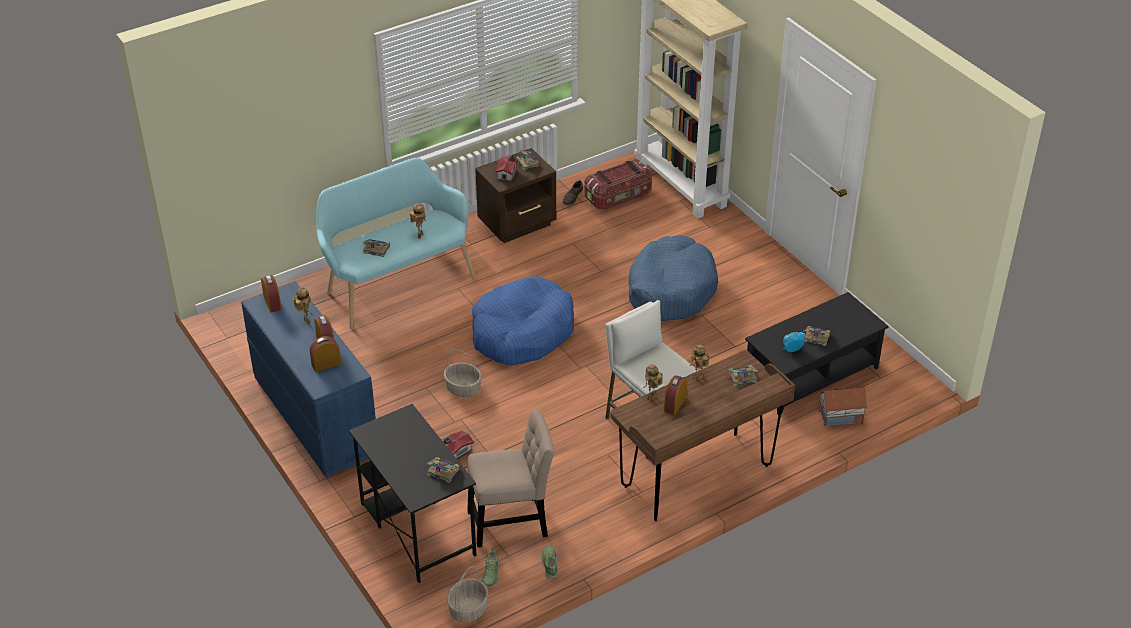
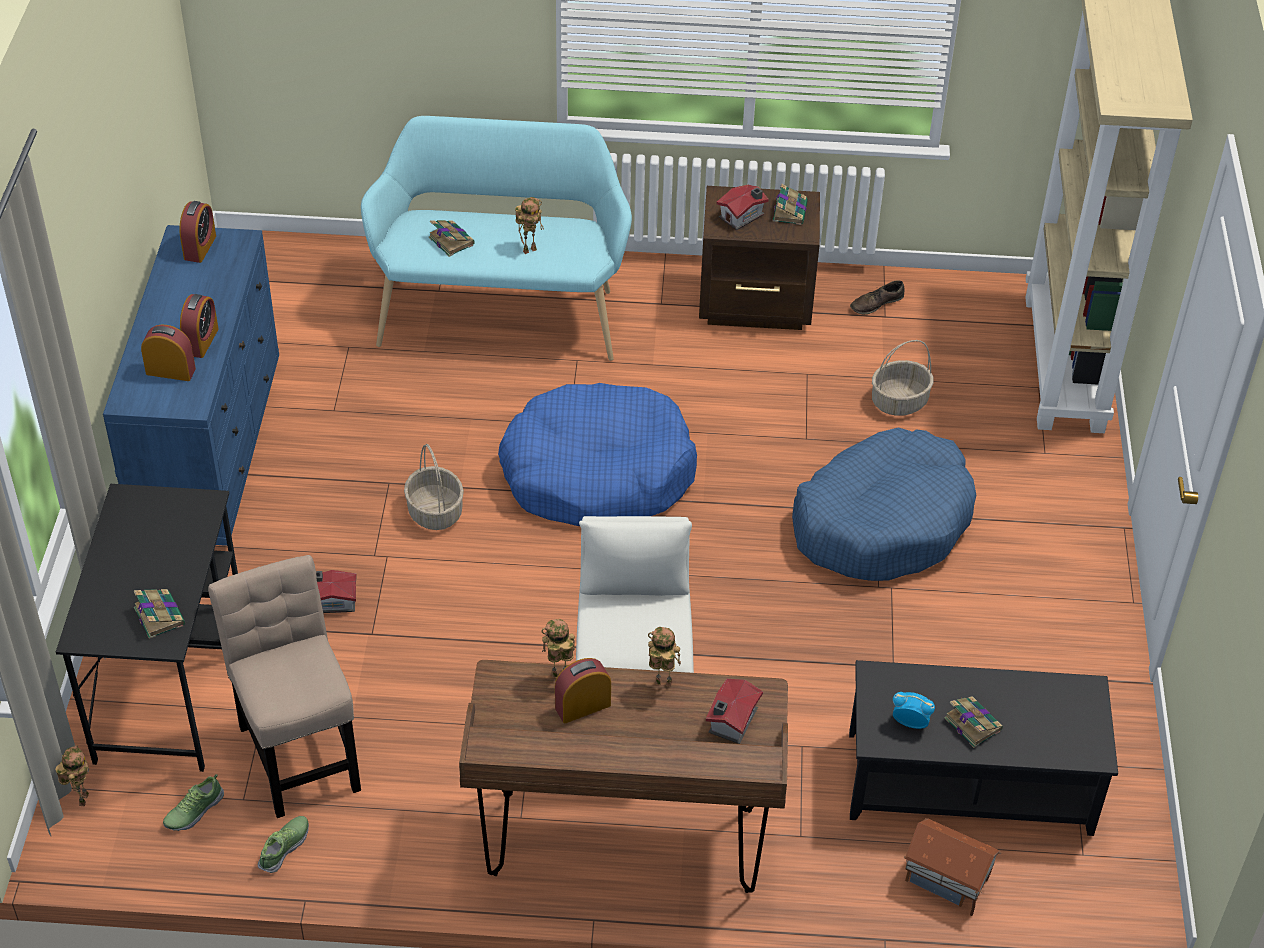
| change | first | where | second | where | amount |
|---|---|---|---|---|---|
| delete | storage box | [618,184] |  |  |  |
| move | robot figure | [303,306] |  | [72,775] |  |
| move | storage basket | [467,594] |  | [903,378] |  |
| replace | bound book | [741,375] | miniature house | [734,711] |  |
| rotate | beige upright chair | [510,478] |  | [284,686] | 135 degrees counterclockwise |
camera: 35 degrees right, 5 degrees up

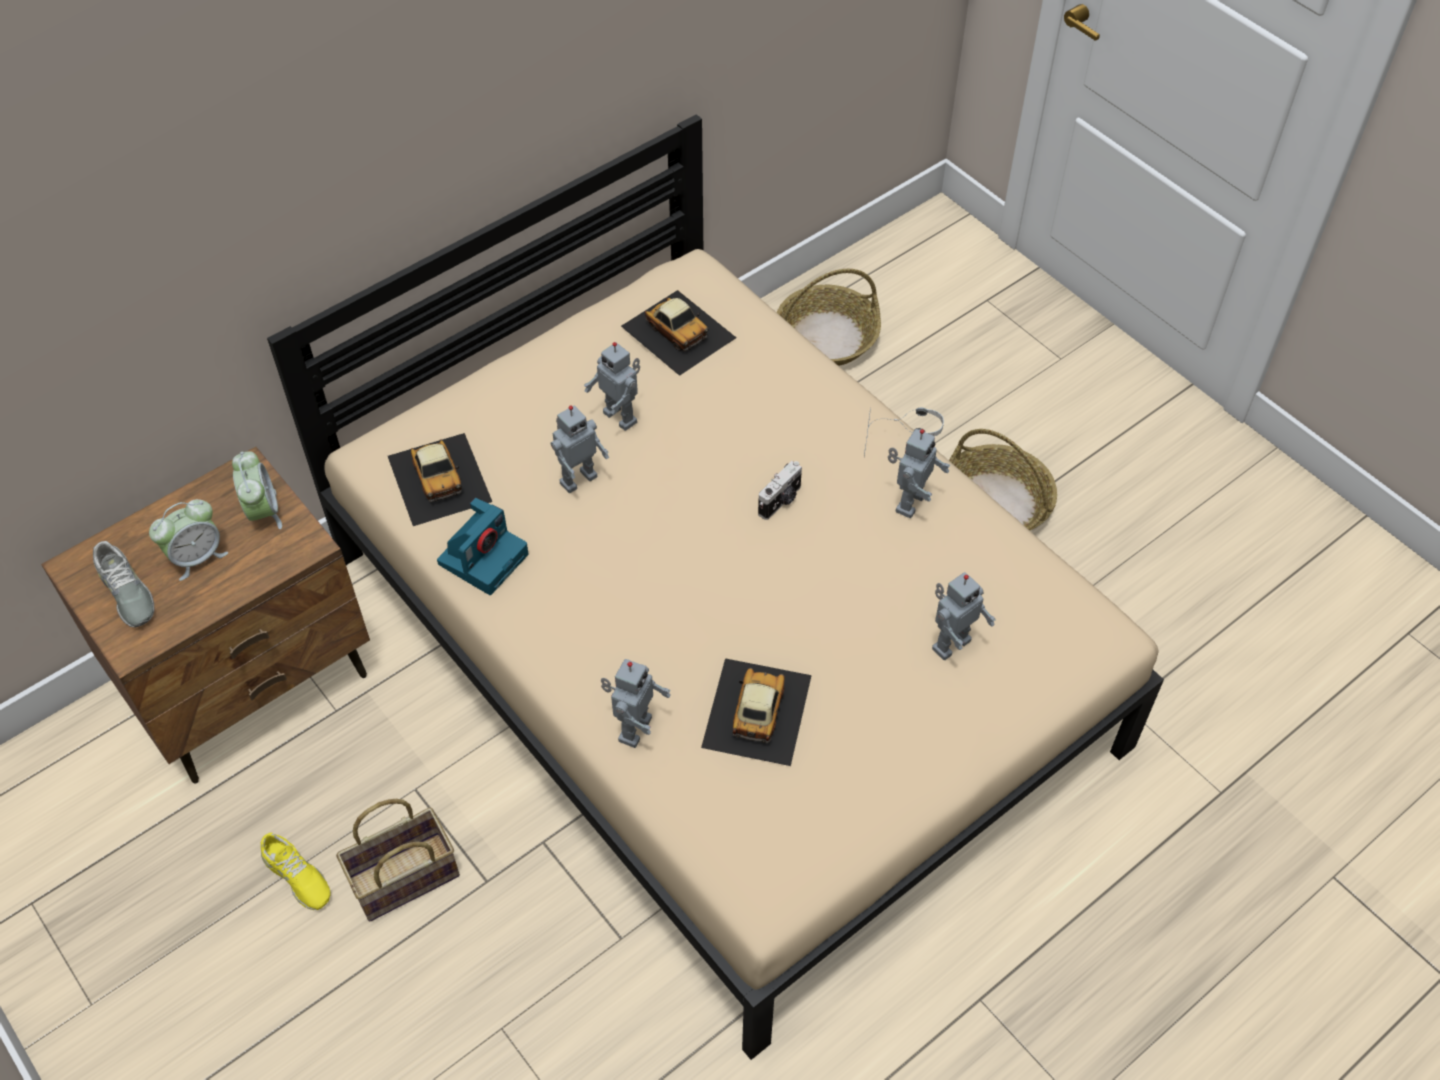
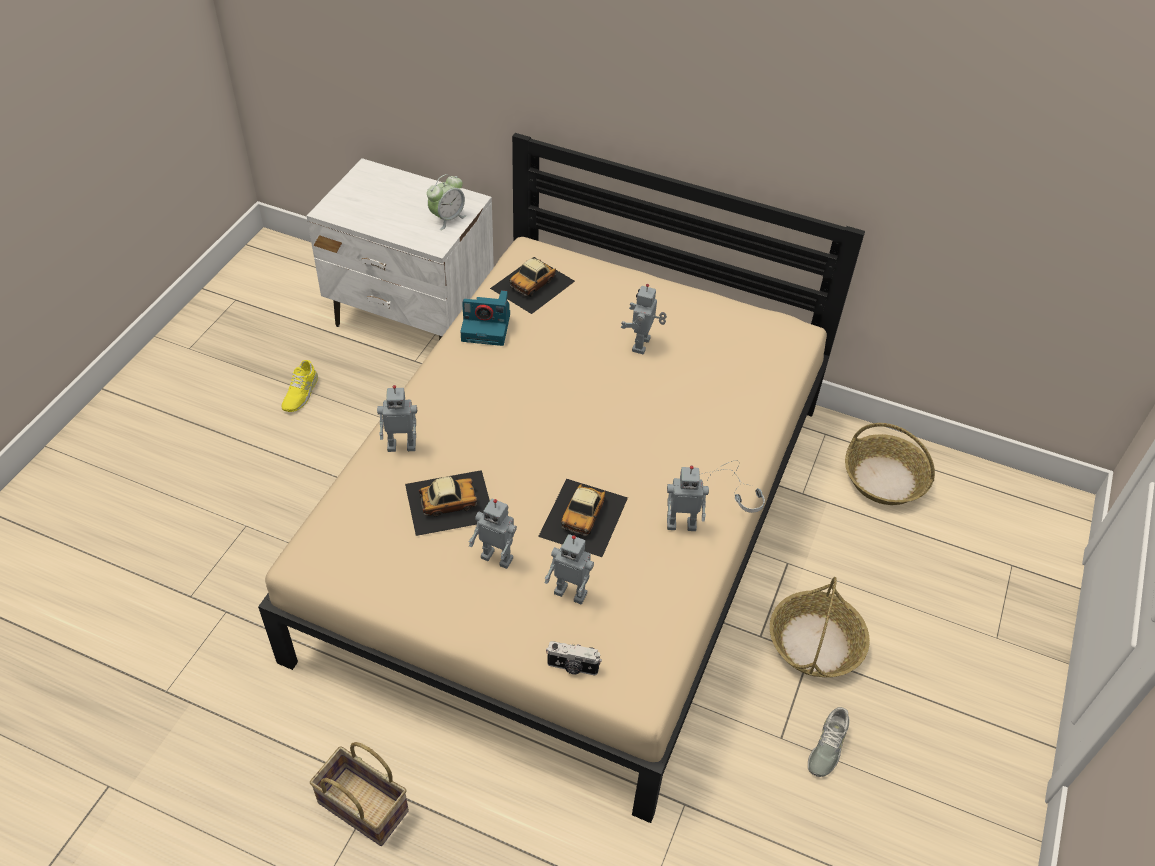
| change | first | where | second | where | amount |
|---|---|---|---|---|---|
| delete | alarm clock | [188,540] |  |  |  |
| move | grey item of footwear | [123,584] |  | [829,742] |  |
| move | storage basket | [398,860] |  | [359,794] |  |
| move | robot figure | [580,449] |  | [493,534] |  |
| move | toy car | [678,333] |  | [583,518] |  |
| move | still camera | [780,490] |  | [574,658] |  |
| recolor | brown nightstand | [205,615] | white nightstand | [400,249] |  |
camera: 60 degrees right, 5 degrees down

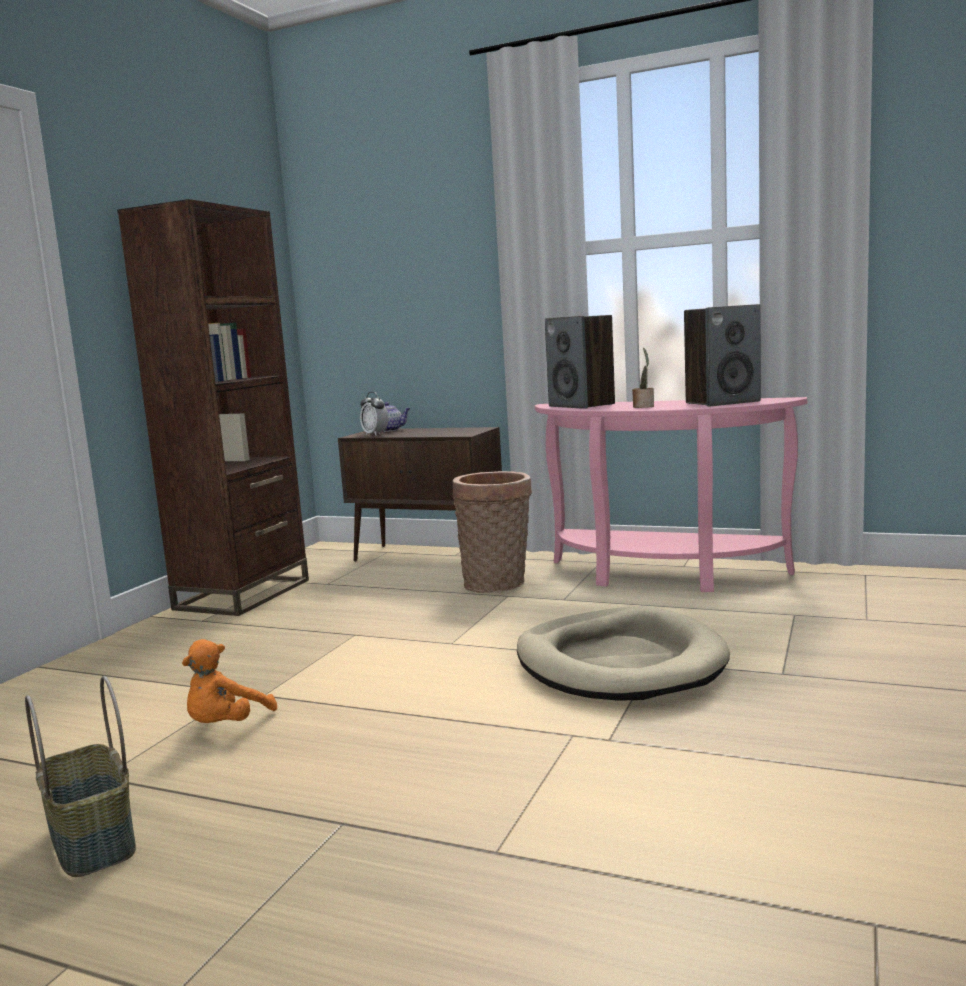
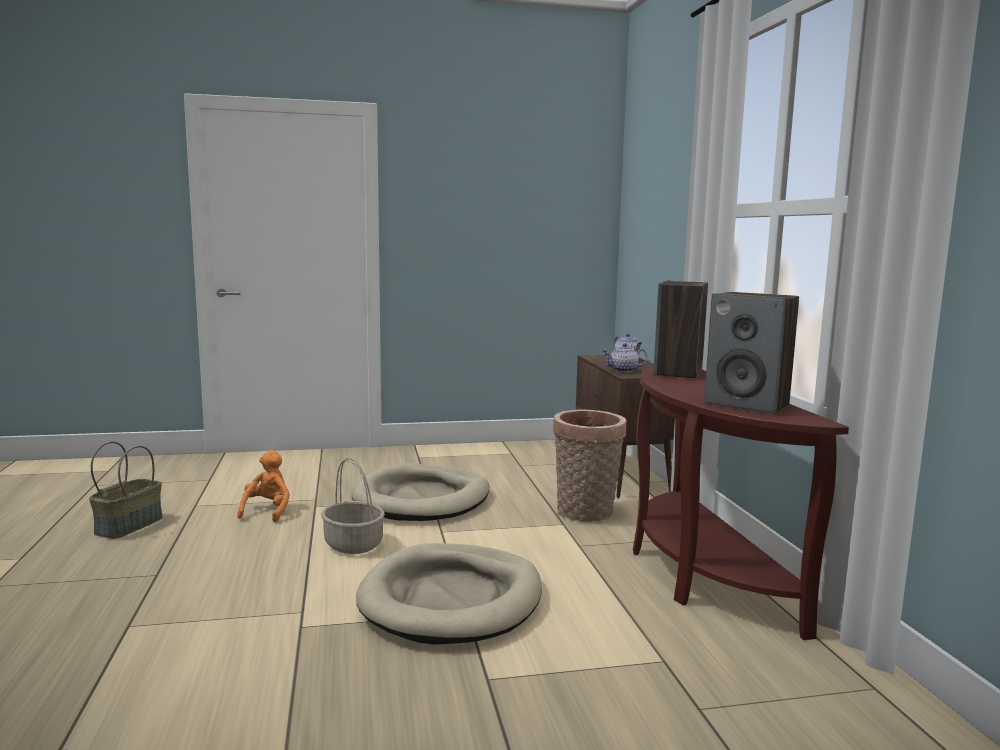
| change | first | where | second | where | amount |
|---|---|---|---|---|---|
| delete | brown bookcase | [213,407] |  |  |  |
| delete | alarm clock | [374,414] |  |  |  |
| delete | potted plant | [643,378] |  |  |  |
| insert |  |  | storage basket | [353,506] |  |
| insert |  |  | beige dog bed | [420,492] |  |
| insert |  |  | pot for tea | [624,357] |  |
| recolor | pink console table | [671,494] | brown console table | [741,503] |  |
| rotate | orange-coloured plush toy | [229,681] |  | [263,486] | 105 degrees clockwise |
camera: 55 degrees right, 0 degrees up

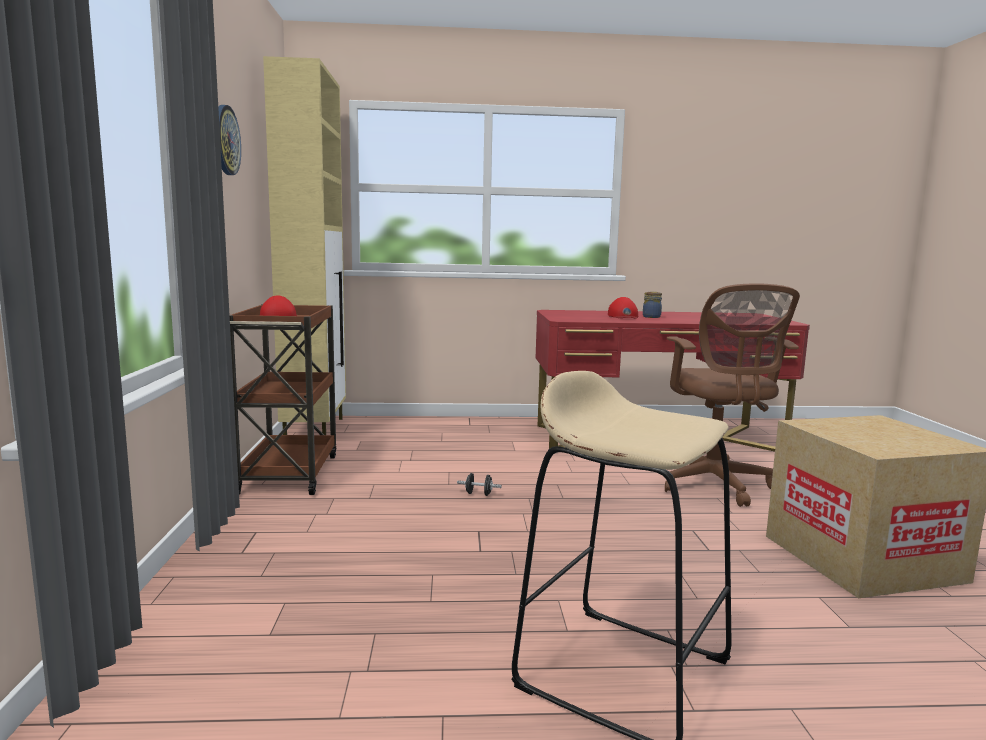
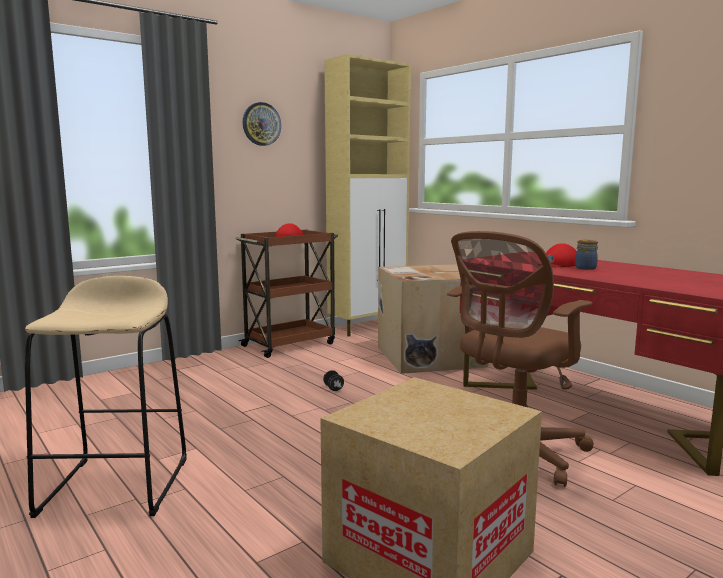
| change | first | where | second | where | amount |
|---|---|---|---|---|---|
| insert |  |  | packing box | [433,319] |  |
camera: 55 degrees right, 0 degrees up

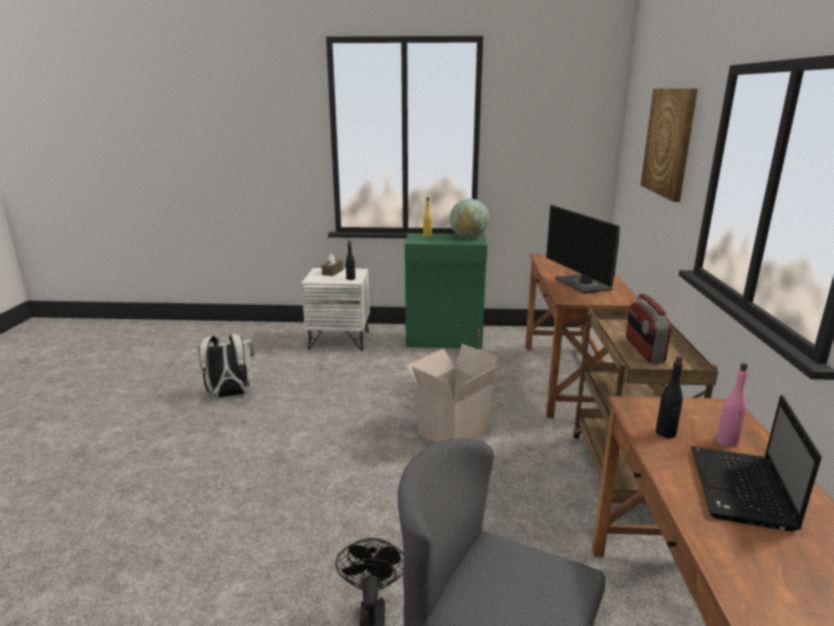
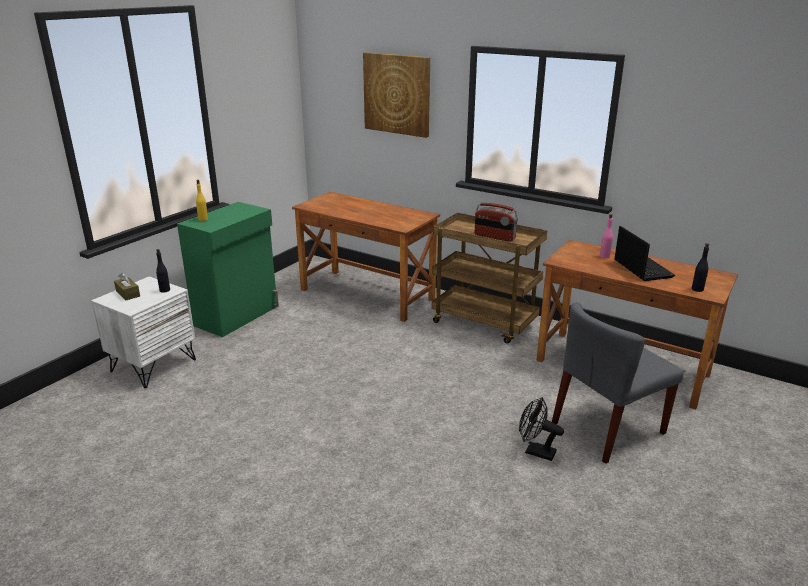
| change | first | where | second | where | amount |
|---|---|---|---|---|---|
| delete | white knapsack | [225,366] |  |  |  |
| delete | packing box | [453,393] |  |  |  |
| delete | world globe | [469,219] |  |  |  |
| delete | computer screen | [583,249] |  |  |  |
| move | black drink bottle | [669,397] |  | [700,267] |  |
| rotate | portable computer | [756,463] |  | [644,253] | 150 degrees counterclockwise |
camera: 60 degrees left, 5 degrees up

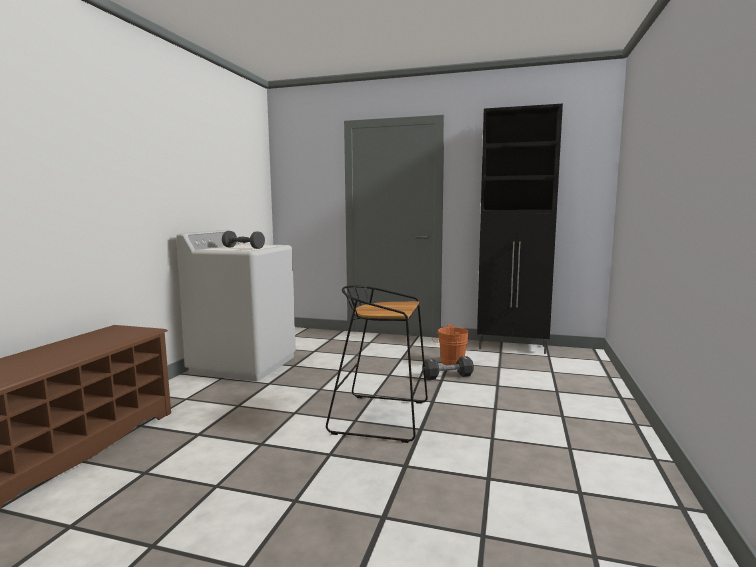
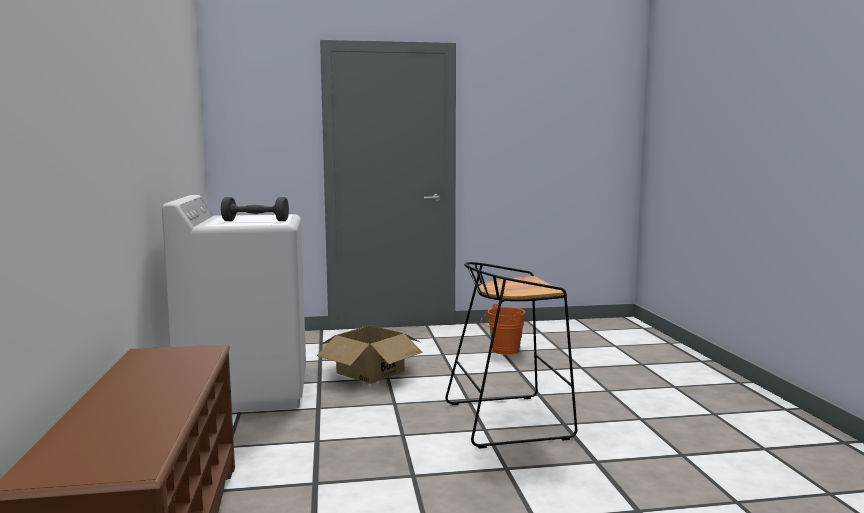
| change | first | where | second | where | amount |
|---|---|---|---|---|---|
| delete | black free weight | [448,368] |  |  |  |
| delete | black storage cabinet | [520,229] |  |  |  |
| insert |  |  | packing box | [370,354] |  |
camera: 25 degrees left, 0 degrees up

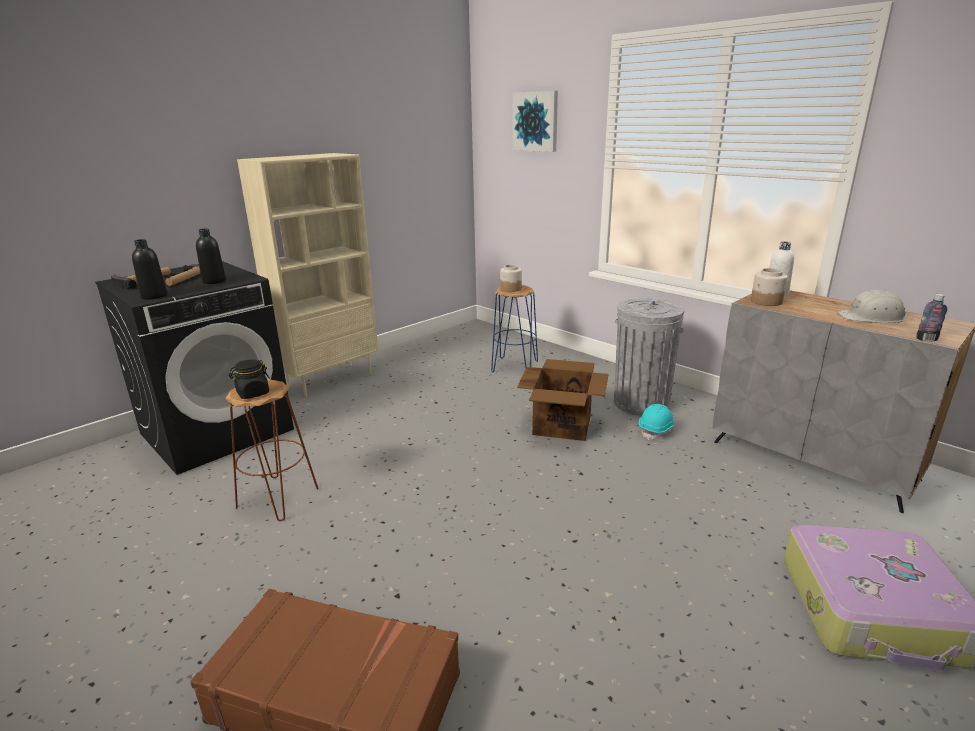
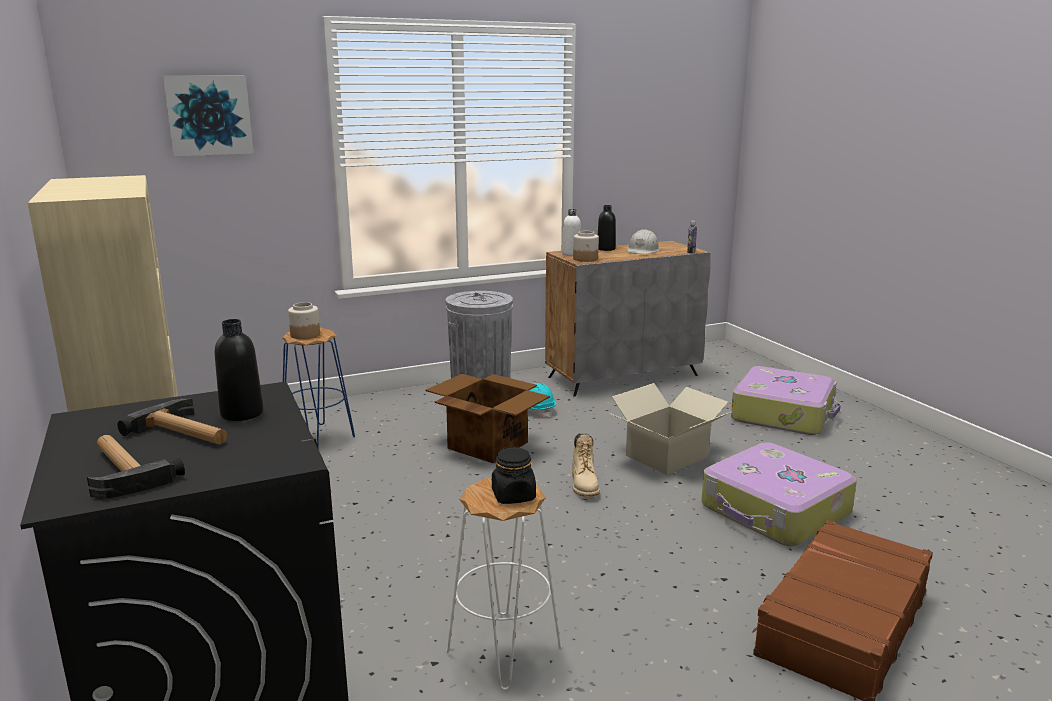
| change | first | where | second | where | amount |
|---|---|---|---|---|---|
| insert |  |  | beige tall boot | [586,465] |  |
| insert |  |  | packing box | [670,429] |  |
| insert |  |  | suitcase | [779,494] |  |
| move | black drink bottle | [149,269] |  | [607,228] |  |
| recolor | brown sitting stool | [272,450] | white sitting stool | [504,584] |  |
camera: 70 degrees left, 5 degrees down

